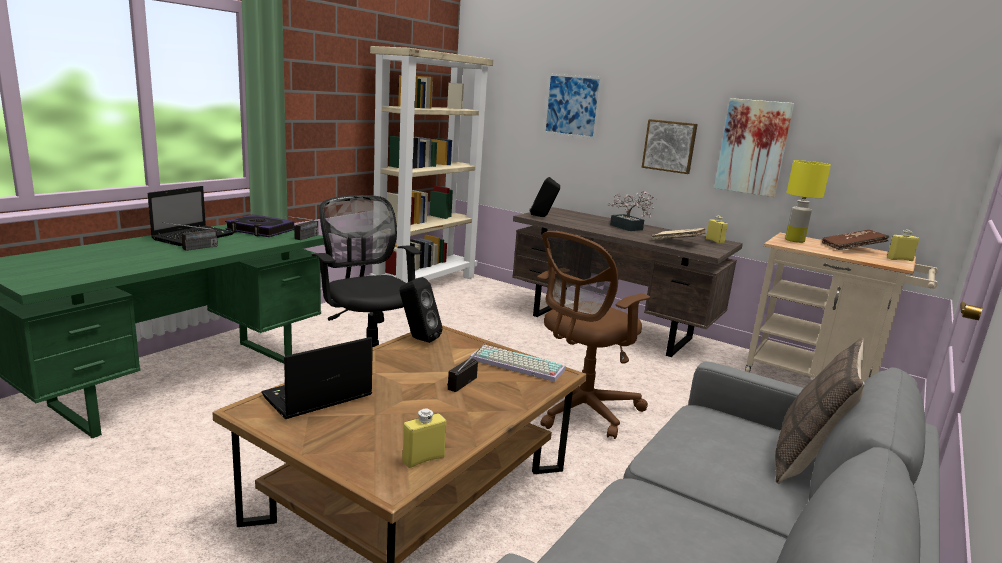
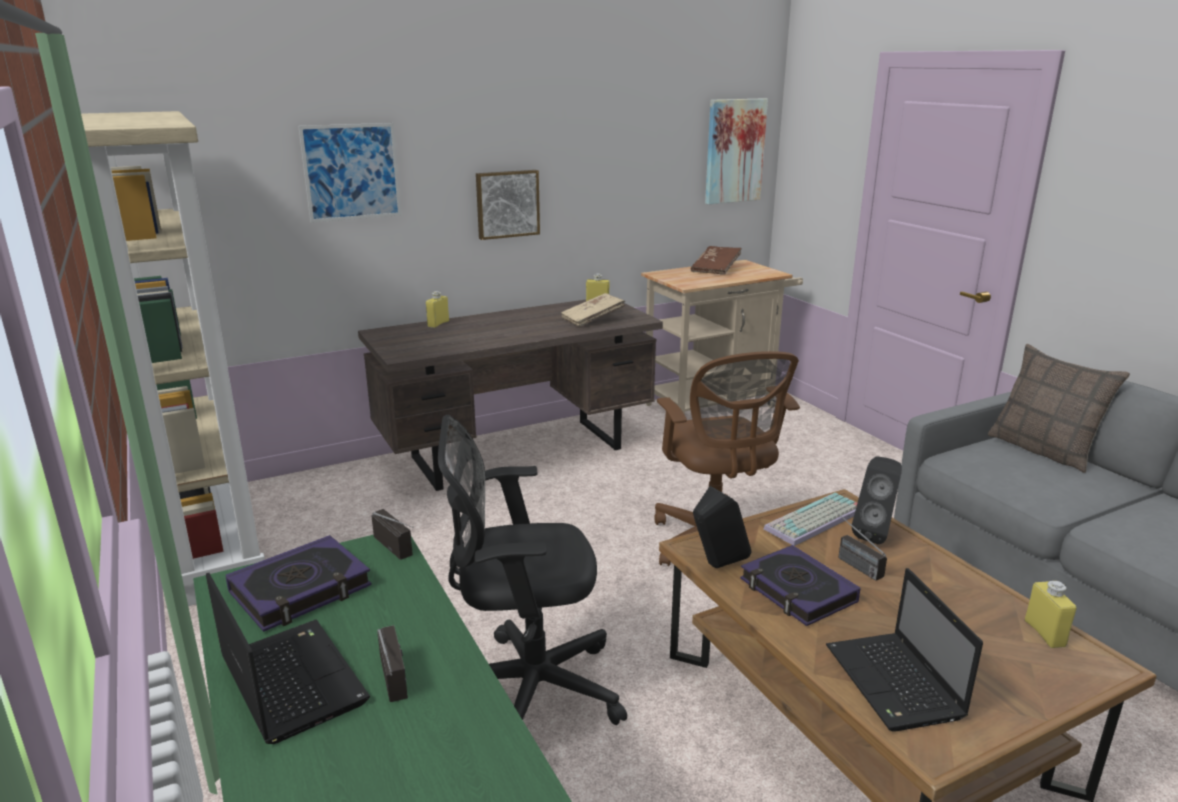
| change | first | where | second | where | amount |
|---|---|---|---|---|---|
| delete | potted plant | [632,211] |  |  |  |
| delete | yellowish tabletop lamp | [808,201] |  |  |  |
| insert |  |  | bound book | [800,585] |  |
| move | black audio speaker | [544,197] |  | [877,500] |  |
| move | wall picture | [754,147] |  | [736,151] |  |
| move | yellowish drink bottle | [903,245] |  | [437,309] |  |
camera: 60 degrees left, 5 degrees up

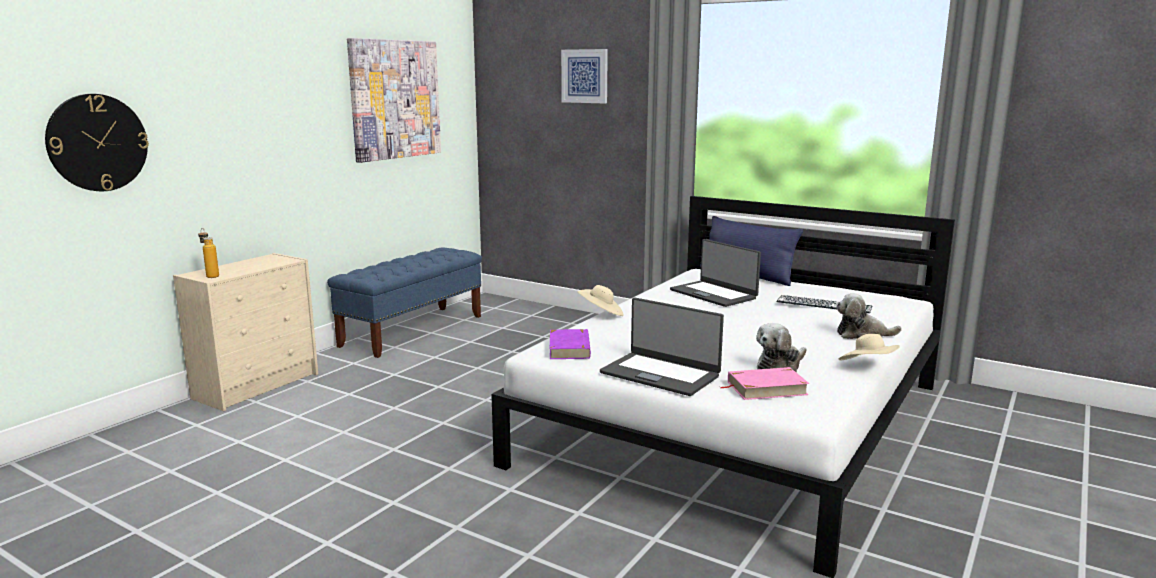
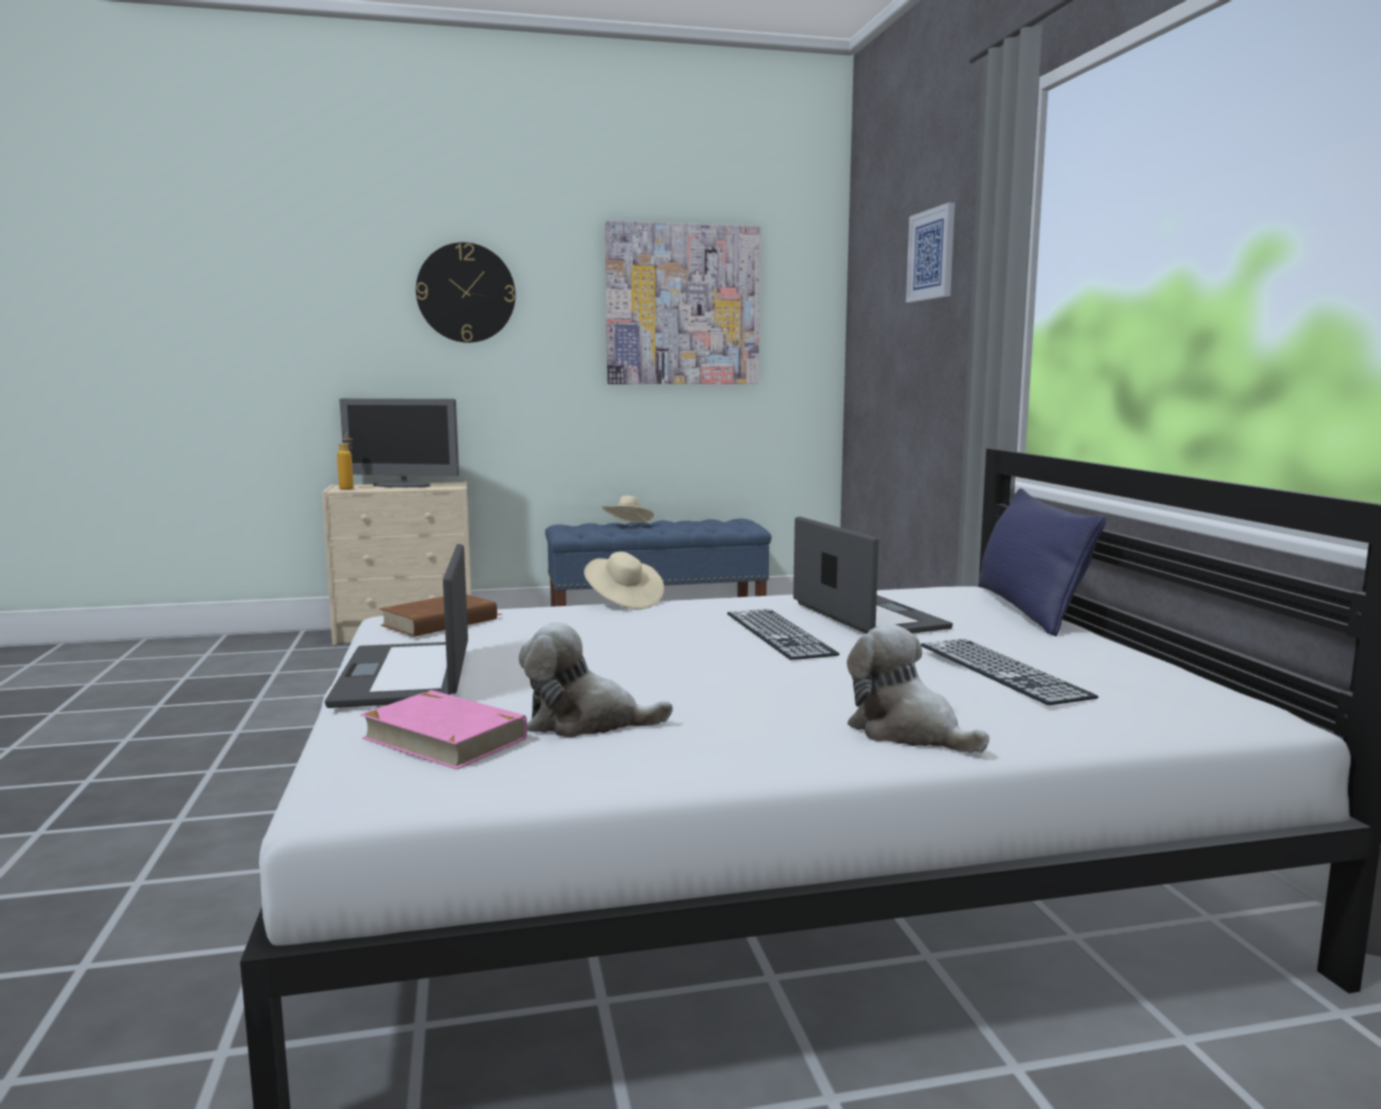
| change | first | where | second | where | amount |
|---|---|---|---|---|---|
| insert |  |  | computer screen | [399,443] |  |
| insert |  |  | keyboard | [783,634] |  |
| move | clock on the wall | [97,142] |  | [465,292] |  |
| move | beige hat | [869,347] |  | [628,508] |  |
| recolor | purple bound book | [570,344] | brown bound book | [441,616] |  |
| rotate | portable computer | [715,273] |  | [873,575] | 150 degrees clockwise |
camera: 45 degrees right, 5 degrees down

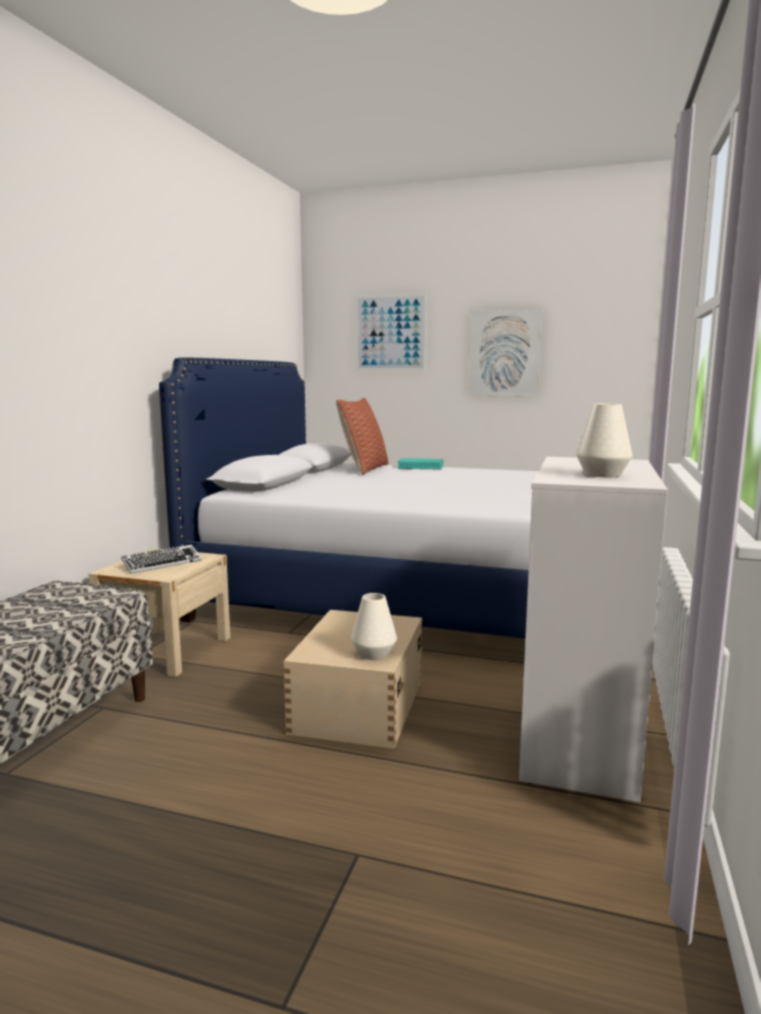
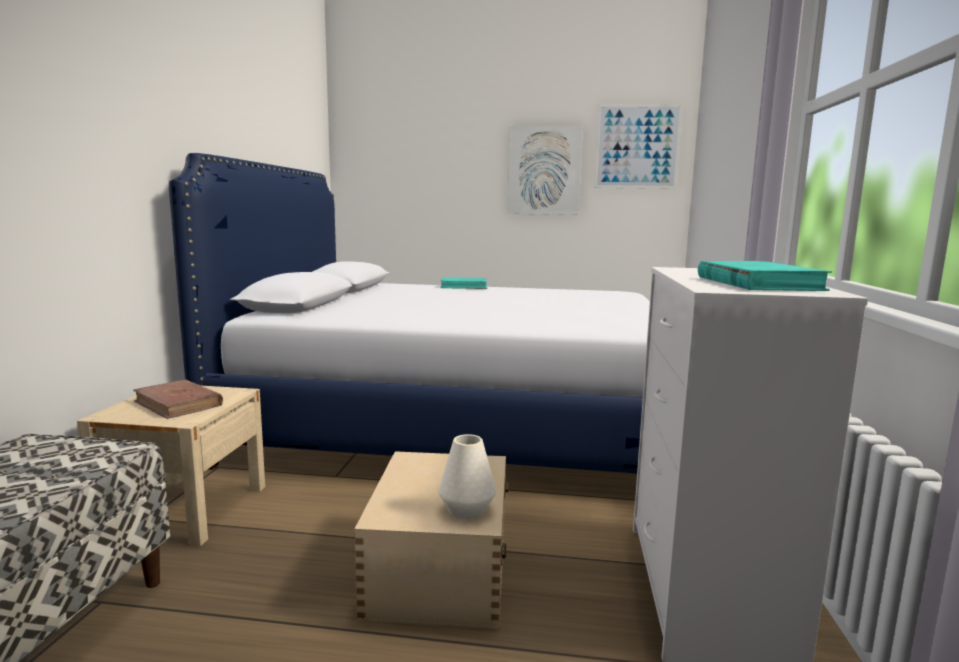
| change | first | where | second | where | amount |
|---|---|---|---|---|---|
| delete | cushion | [362,436] |  |  |  |
| move | wall picture | [391,332] |  | [638,146] |  |
| replace | keyboard | [161,559] | brown bound book | [178,399] |  |
| replace | white decorative vase | [604,440] | turquoise bound book | [765,276] |  |
camera: 10 degrees left, 0 degrees up

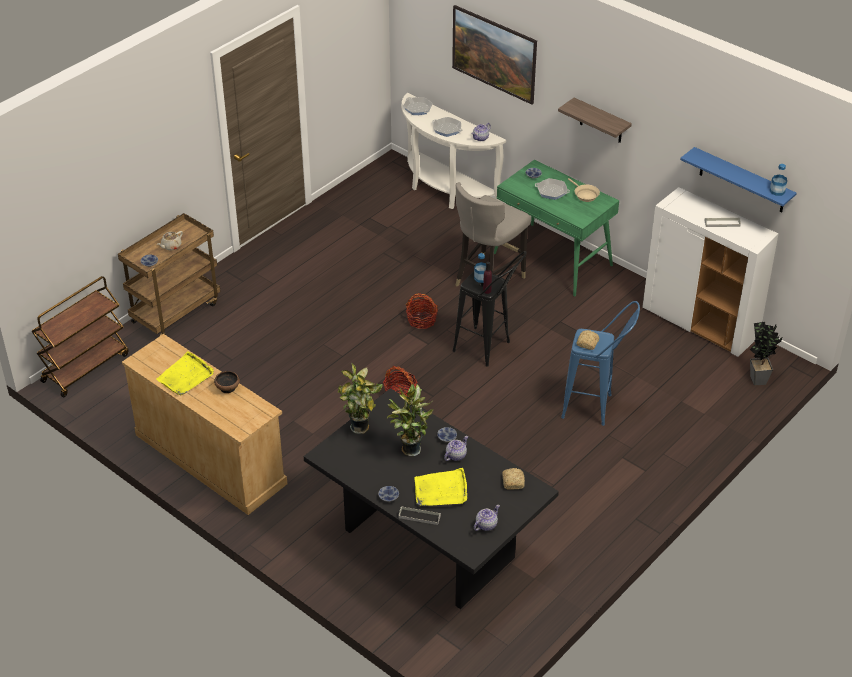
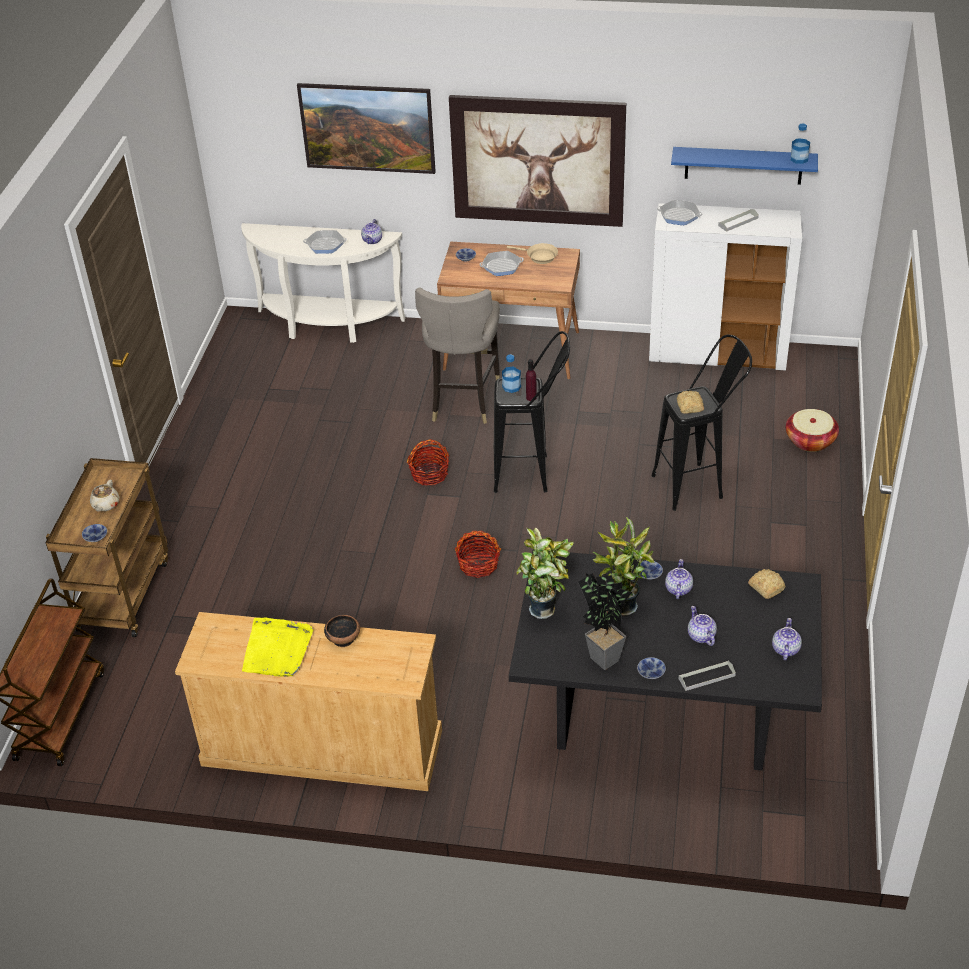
| change | first | where | second | where | amount |
|---|---|---|---|---|---|
| insert |  |  | storage basket | [812,430] |  |
| move | pan | [418,106] |  | [680,212] |  |
| move | potted plant | [766,354] |  | [605,620] |  |
| replace | yellowish serving tray | [440,487] | pot for tea | [702,626] |  |
| replace | bracket shelf | [595,120] | wall picture | [537,161] |  |
| recolor | green-coloured desk unit | [556,228] | brown desk unit | [508,311] |  |
| recolor | bluish sitting stool | [600,363] | black sitting stool | [702,423] |  |
camera: 30 degrees left, 0 degrees up

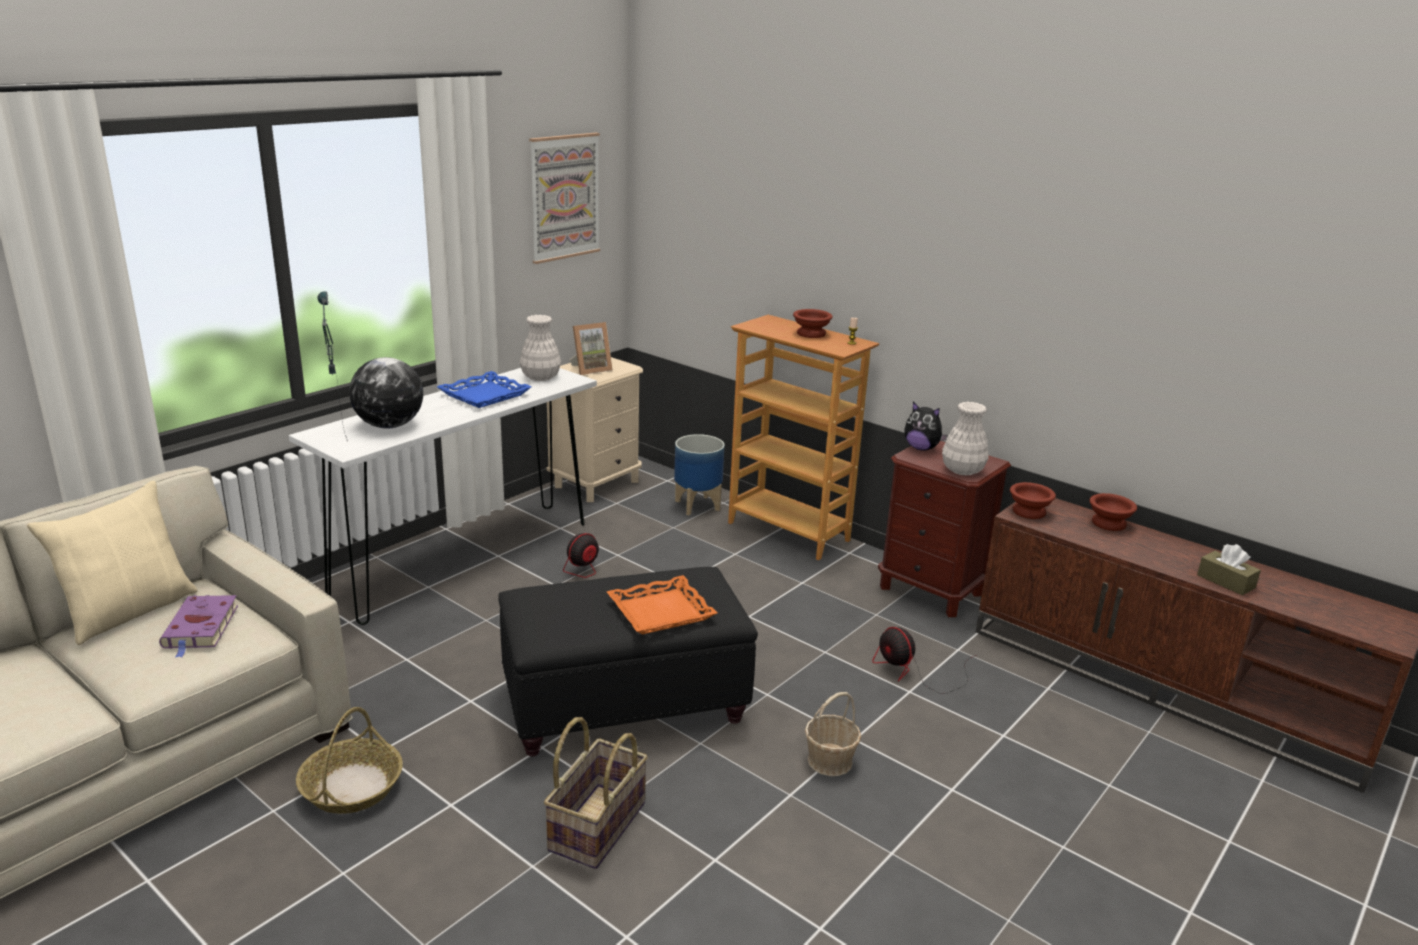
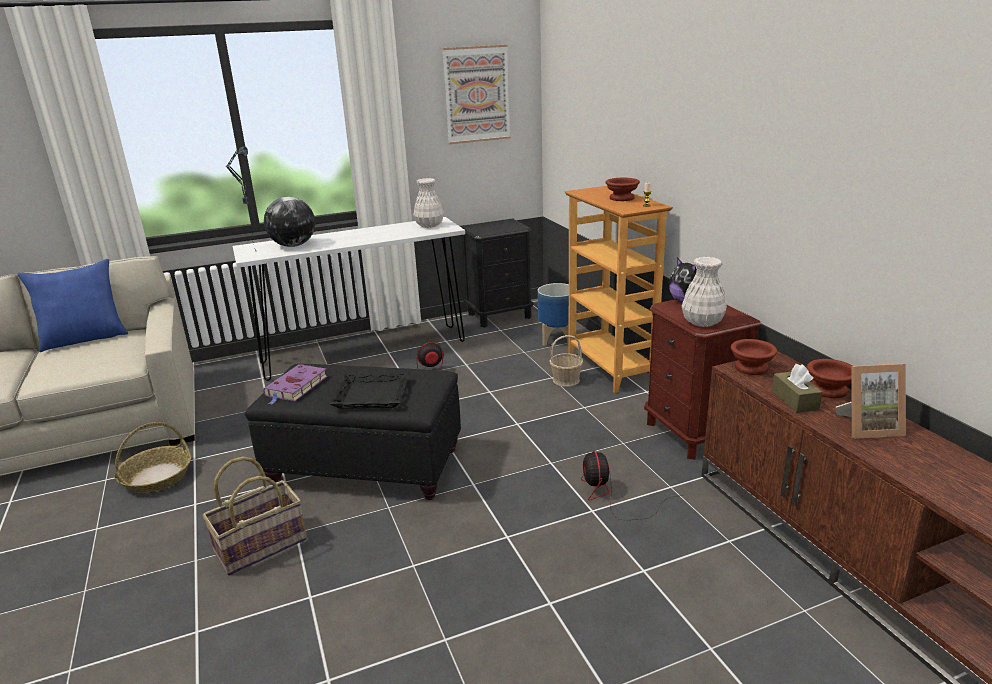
| change | first | where | second | where | amount |
|---|---|---|---|---|---|
| delete | bluish serving tray | [484,389] |  |  |  |
| move | purple bound book | [198,626] |  | [295,384] |  |
| move | picture frame | [591,348] |  | [871,401] |  |
| move | storage basket | [833,734] |  | [566,361] |  |
| move | brown tissue box | [1229,569] |  | [797,388] |  |
| recolor | beige cushion | [112,563] | bluish cushion | [73,305] |  |
| recolor | beige nightstand | [595,429] | black nightstand | [497,272] |  |
| recolor | orange-coloured serving tray | [662,605] | black serving tray | [369,390] |  |
camera: 30 degrees right, 0 degrees up

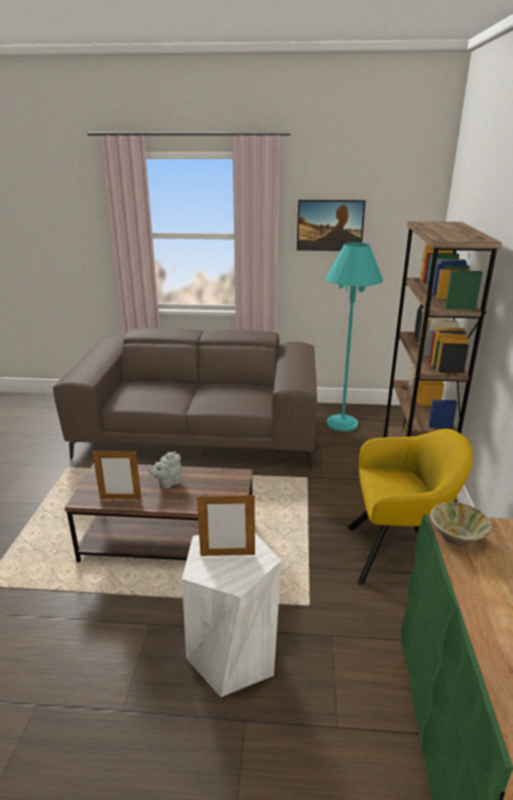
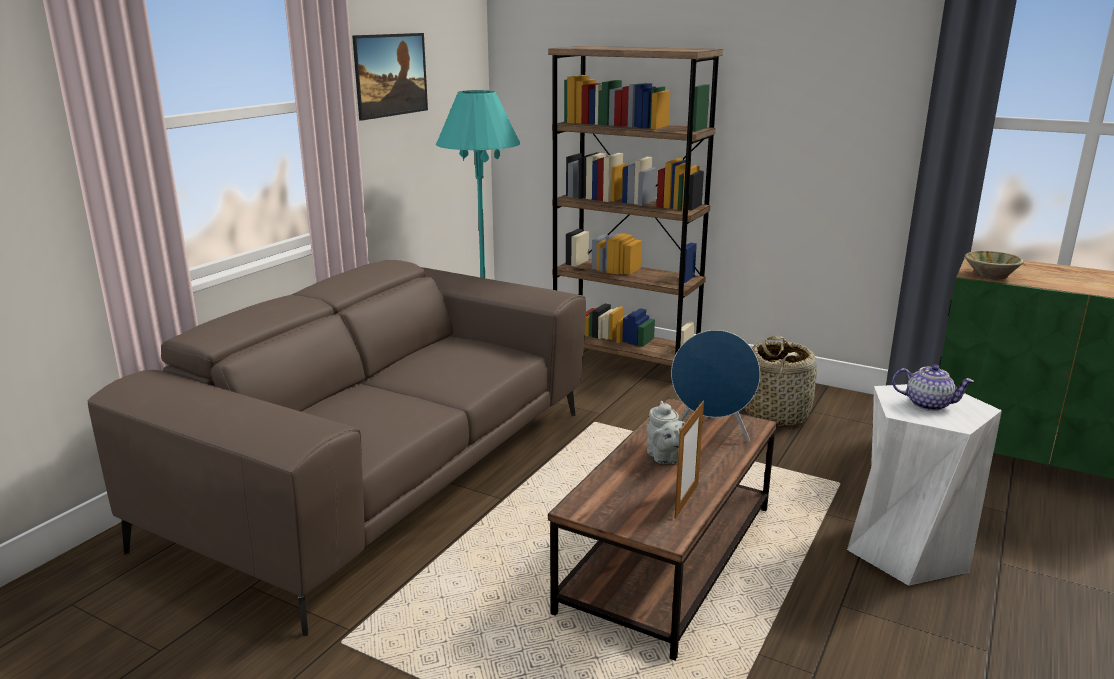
| change | first | where | second | where | amount |
|---|---|---|---|---|---|
| insert |  |  | bluish audio speaker | [715,386] |  |
| replace | picture frame | [226,524] | pot for tea | [933,388] |  |
| replace | yellowish armchair | [410,507] | storage basket | [780,381] |  |
camera: 65 degrees left, 5 degrees down

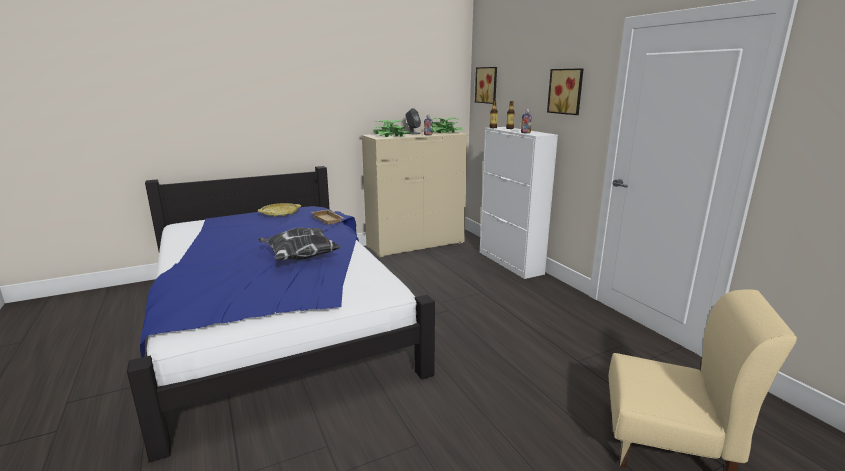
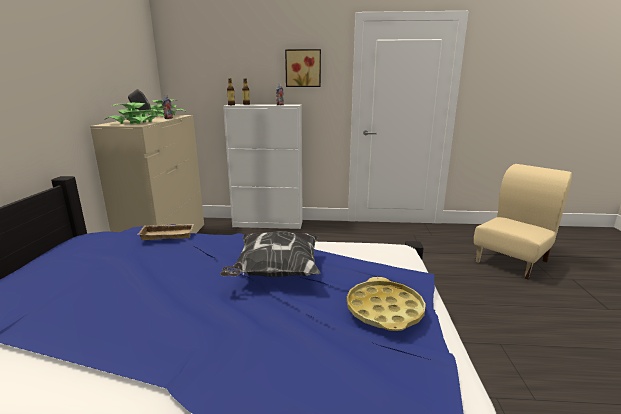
| change | first | where | second | where | amount |
|---|---|---|---|---|---|
| delete | wall picture | [486,85] |  |  |  |
| move | yellowish serving tray | [279,210] |  | [386,304] |  |
camera: 60 degrees left, 0 degrees up

